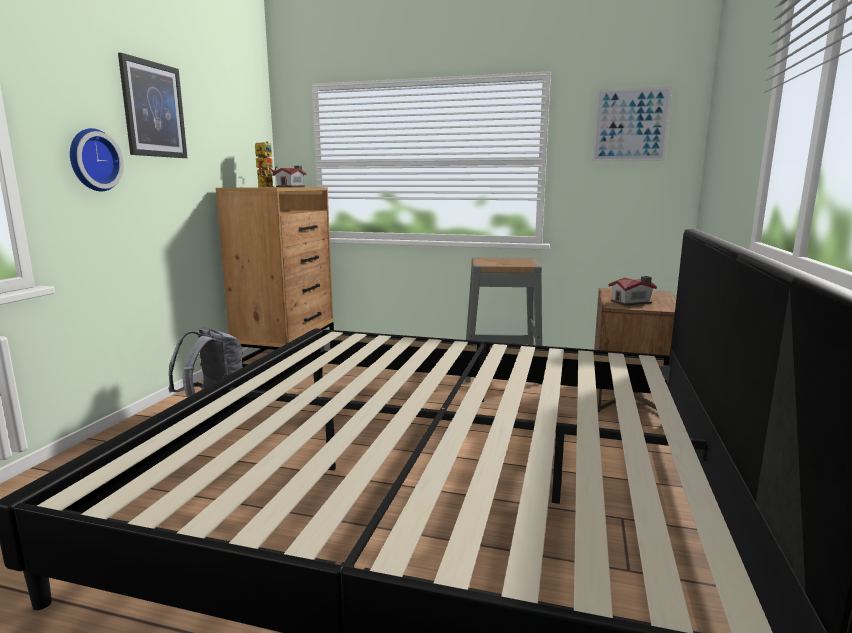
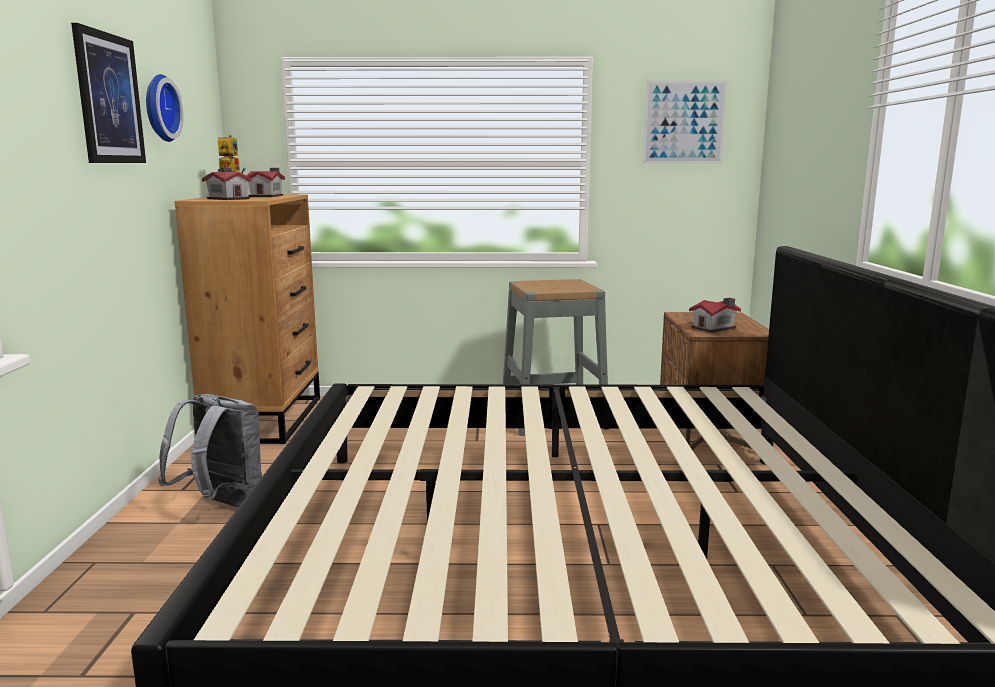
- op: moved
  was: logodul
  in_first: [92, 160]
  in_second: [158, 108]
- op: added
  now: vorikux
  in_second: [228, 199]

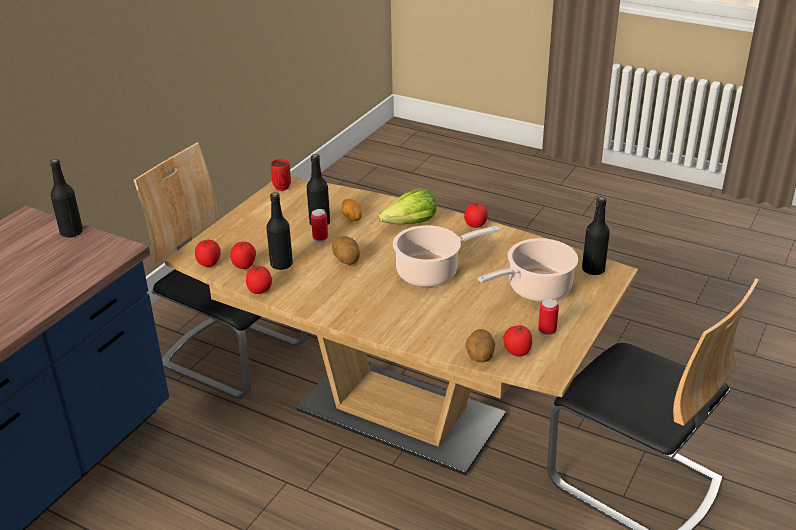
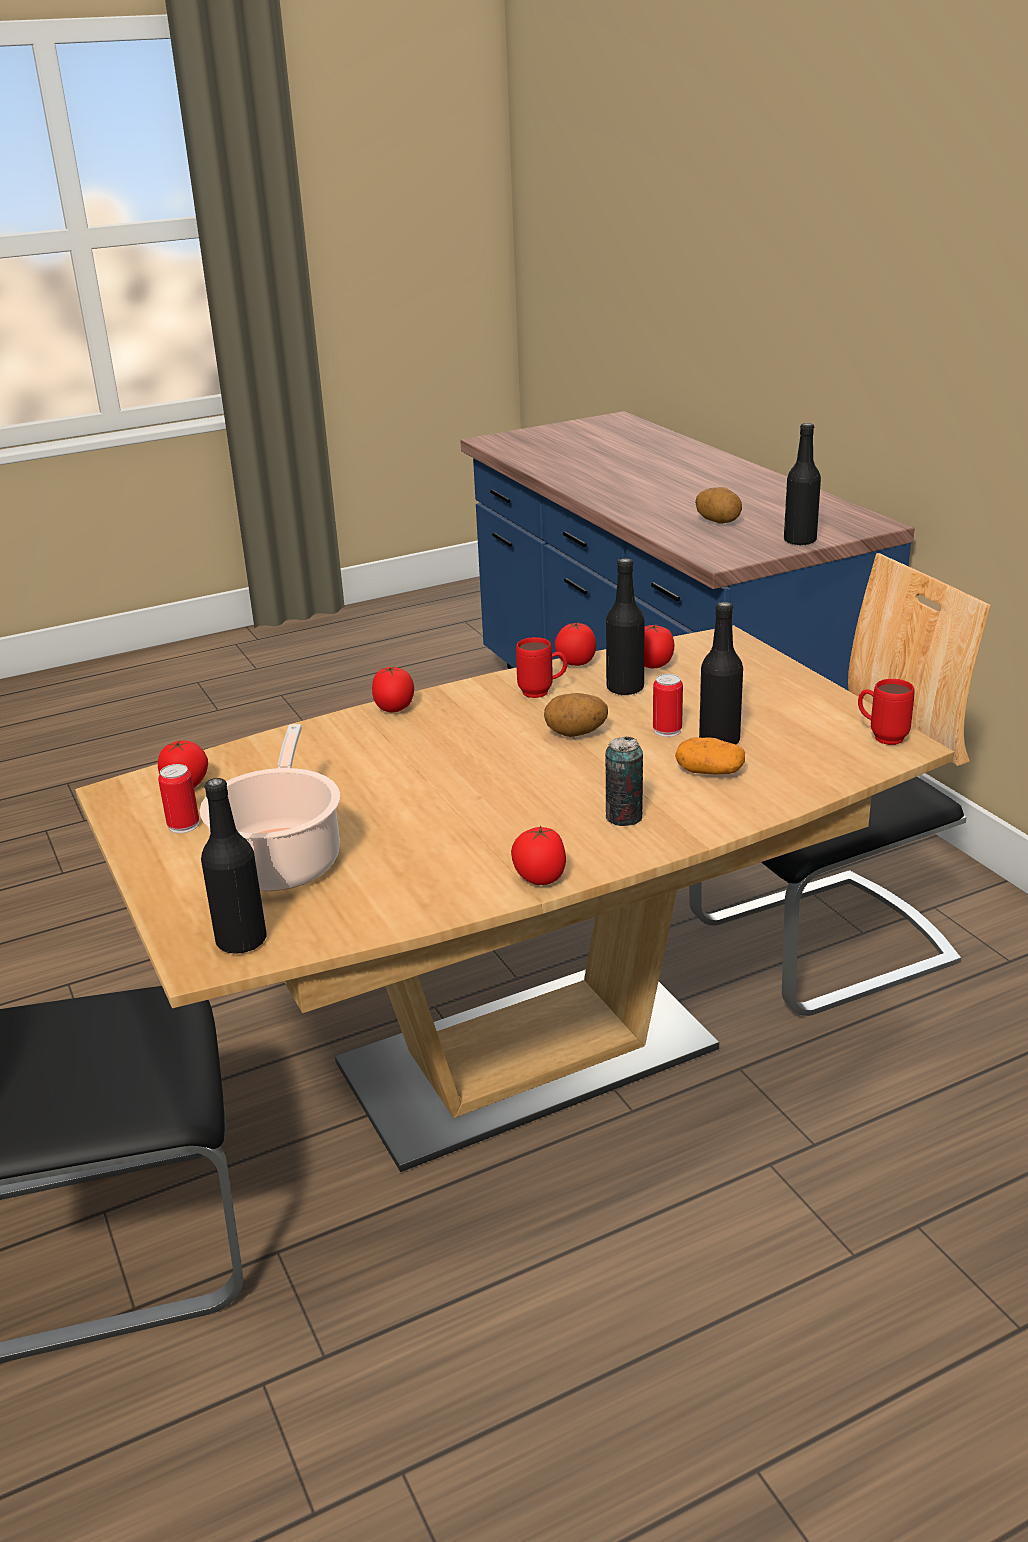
- op: moved
  was: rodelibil
  in_first: [209, 263]
  in_second: [394, 709]
- op: replaced
  was: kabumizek
  now: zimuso
  in_first: [411, 224]
  in_second: [624, 817]
- op: removed
  was: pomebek
  in_first: [431, 272]
- op: moved
  was: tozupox
  in_first: [479, 357]
  in_second: [718, 521]
- op: added
  now: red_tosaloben
  in_second: [542, 693]

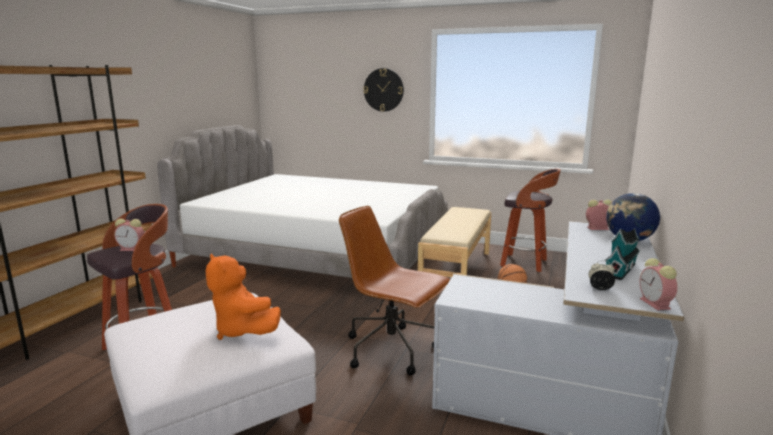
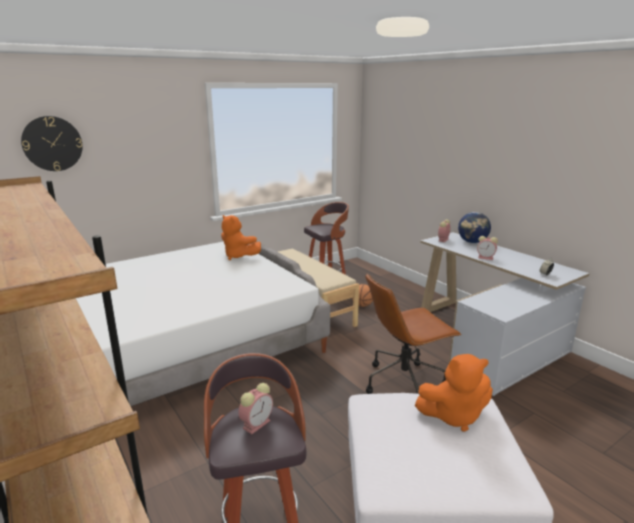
- op: moved
  was: logodul
  in_first: [383, 90]
  in_second: [52, 143]
- op: removed
  was: vorikux
  in_first: [621, 270]
- op: moved
  was: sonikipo
  in_first: [656, 304]
  in_second: [486, 258]
- op: added
  now: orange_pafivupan
  in_second: [238, 256]

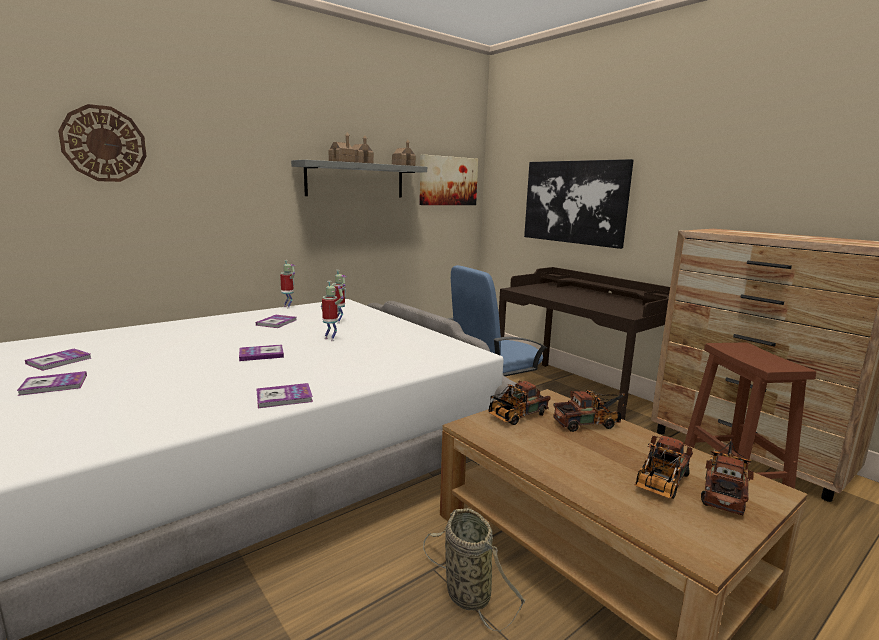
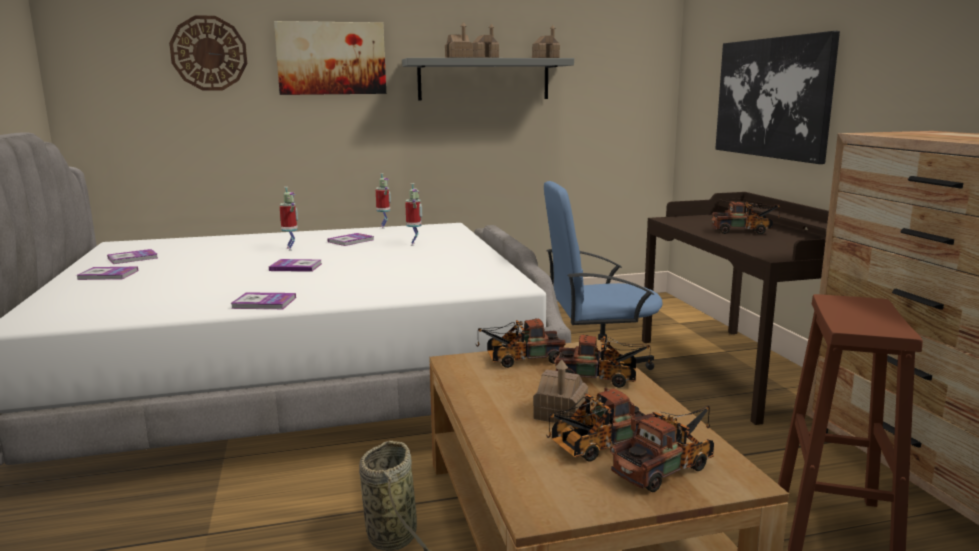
- op: moved
  was: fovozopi
  in_first: [331, 339]
  in_second: [291, 249]
- op: moved
  was: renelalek
  in_first: [448, 181]
  in_second: [331, 58]
- op: added
  now: vorikux
  in_second: [561, 414]
- op: added
  now: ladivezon
  in_second: [745, 231]

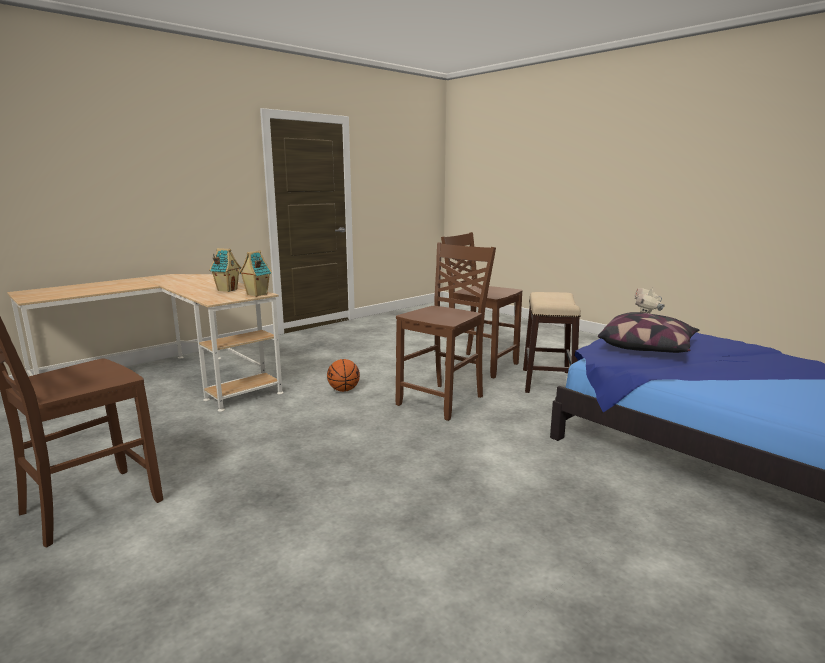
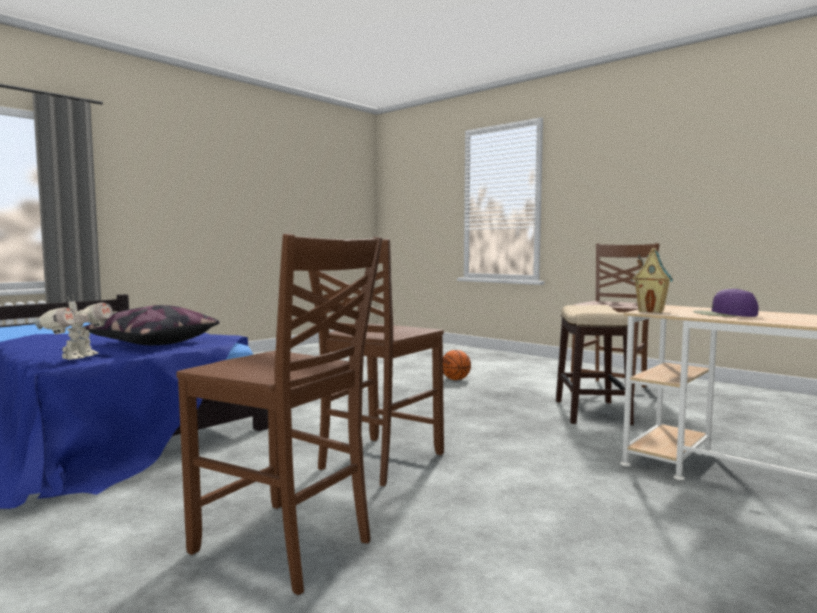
- op: replaced
  was: vorikux
  now: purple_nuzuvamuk
  in_first: [227, 290]
  in_second: [724, 314]
- op: moved
  was: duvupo
  in_first: [343, 390]
  in_second: [455, 379]
- op: moved
  was: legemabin
  in_first: [548, 382]
  in_second: [591, 412]

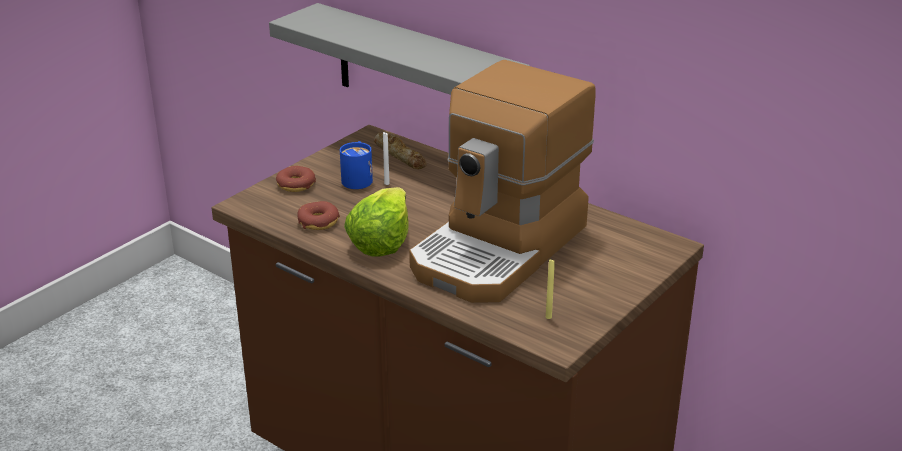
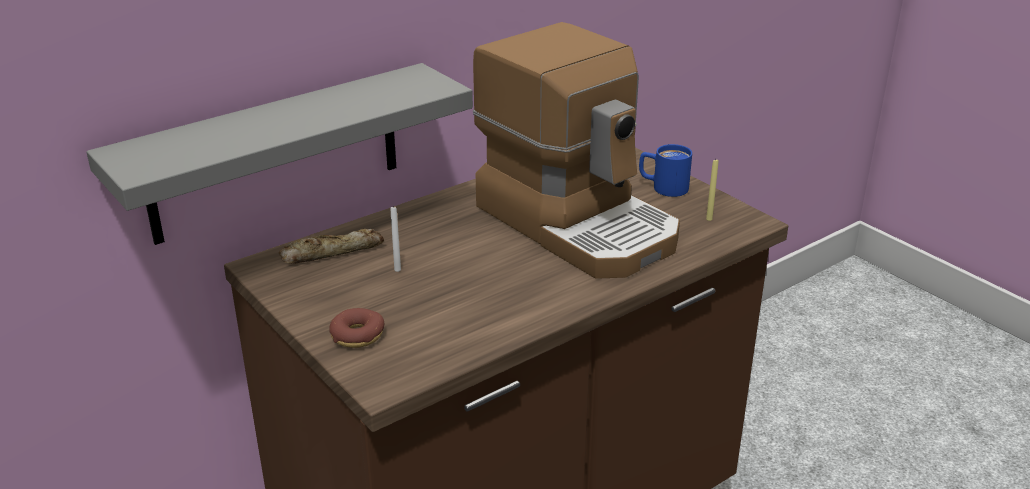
- op: removed
  was: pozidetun
  in_first: [318, 222]
- op: moved
  was: blue_tosaloben
  in_first: [358, 178]
  in_second: [663, 187]
- op: removed
  was: kabumizek
  in_first: [381, 241]

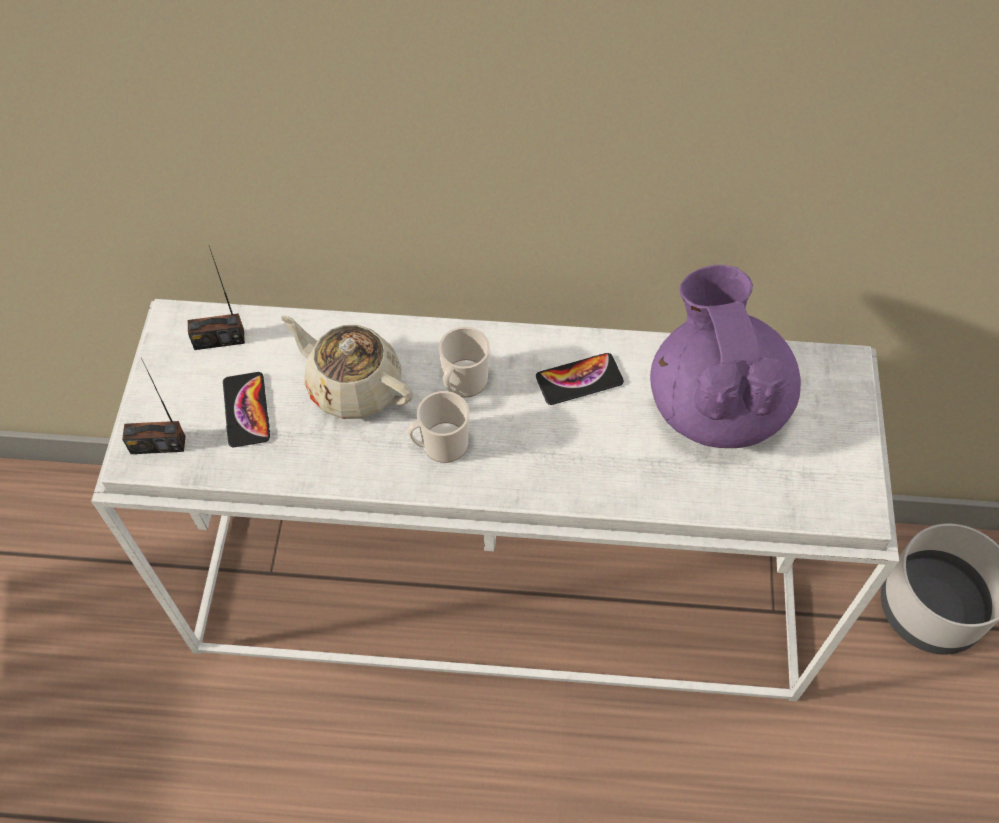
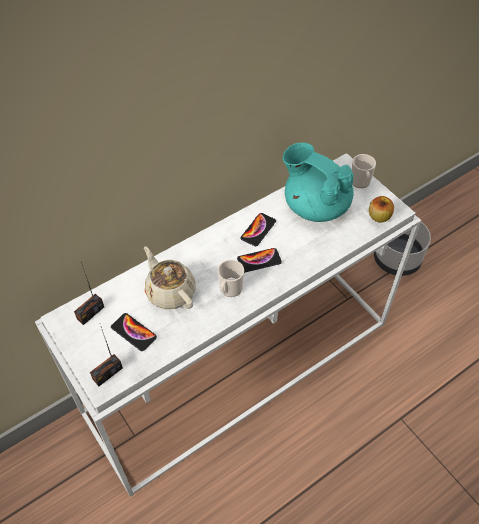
- op: turned
  was: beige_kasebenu
  in_first: [353, 385]
  in_second: [170, 291]
  clockwise: 60
- op: moved
  was: tosaloben
  in_first: [462, 383]
  in_second: [360, 182]
- op: recoloured
  was: purple_kasebenu
  now: turquoise_kasebenu
  in_first: [715, 403]
  in_second: [315, 206]
- op: added
  now: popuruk
  in_second: [259, 260]
- op: added
  now: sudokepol
  in_second: [379, 216]

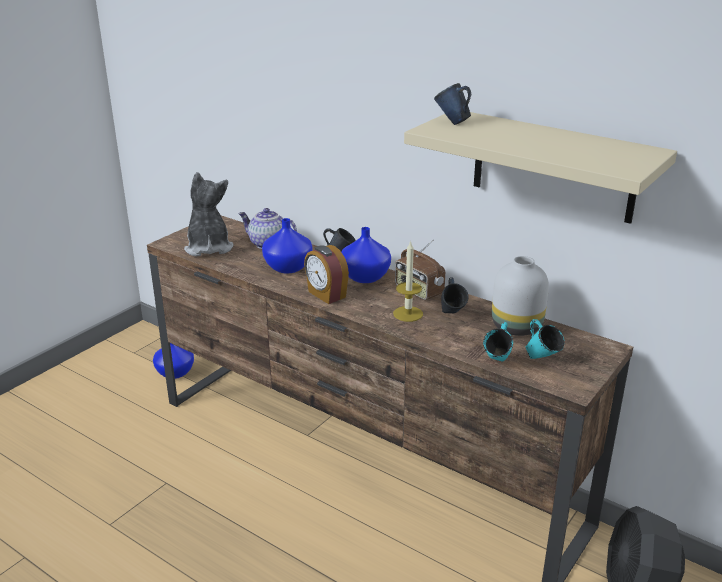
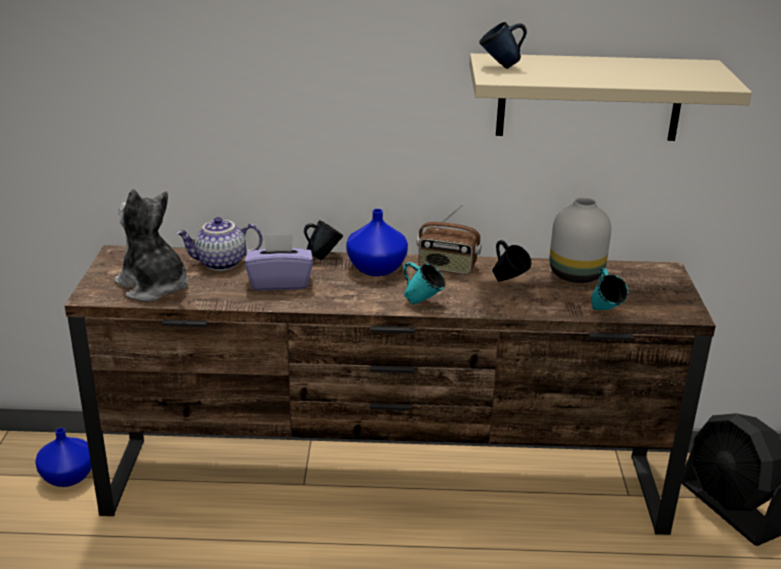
- op: replaced
  was: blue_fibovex
  now: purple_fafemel
  in_first: [287, 267]
  in_second: [280, 283]
- op: removed
  was: sonikipo
  in_first: [326, 295]
- op: removed
  was: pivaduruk
  in_first: [408, 314]
- op: moved
  was: turquoise_tosaloben
  in_first: [541, 360]
  in_second: [422, 303]

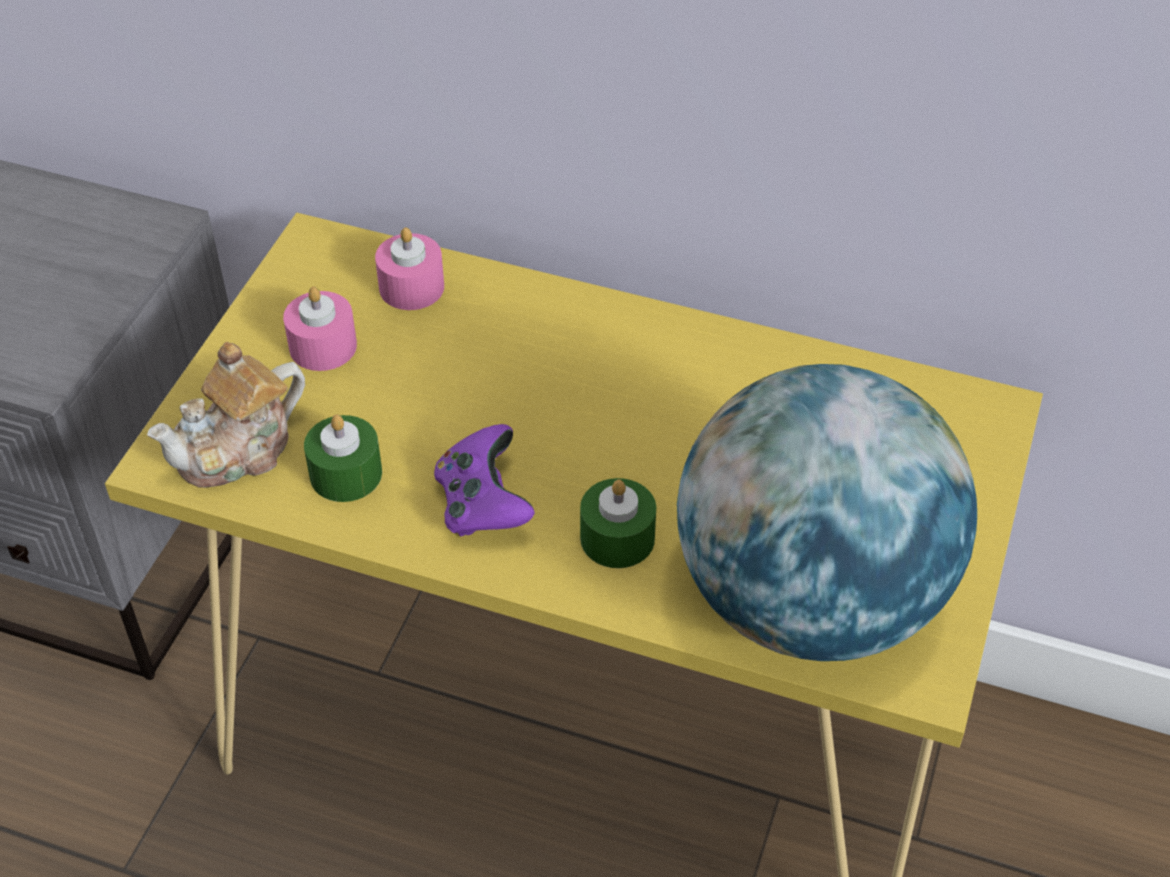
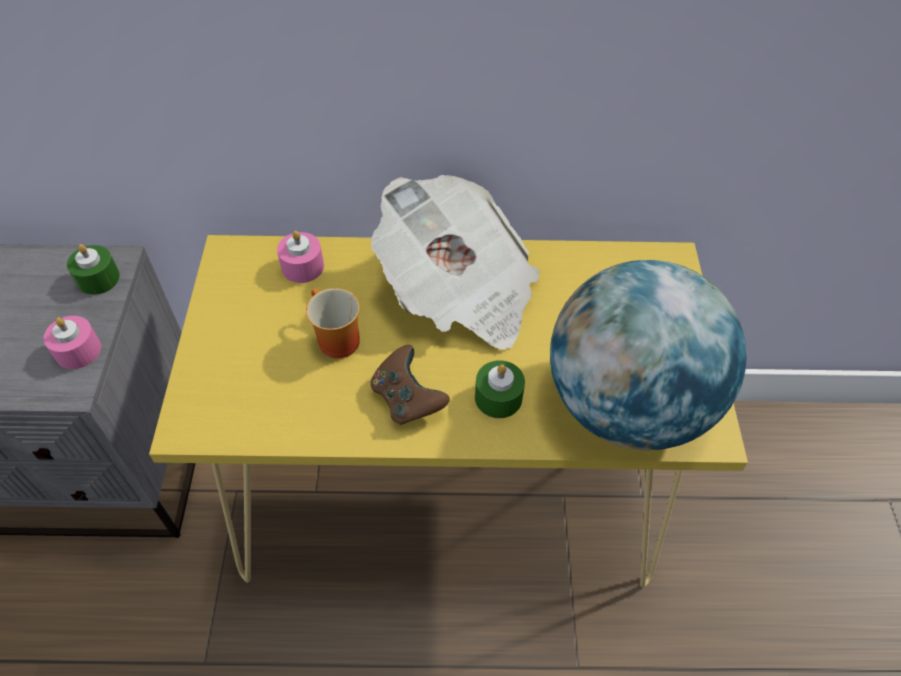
- op: removed
  was: kasebenu
  in_first: [239, 451]
- op: moved
  was: pink_pivaduruk
  in_first: [323, 346]
  in_second: [78, 350]
- op: moved
  was: green_pivaduruk
  in_first: [346, 474]
  in_second: [98, 278]
- op: recoloured
  was: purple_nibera
  now: brown_nibera
  in_first: [483, 504]
  in_second: [407, 398]
- op: added
  now: tosaloben
  in_second: [333, 340]
- op: added
  now: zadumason
  in_second: [459, 291]

